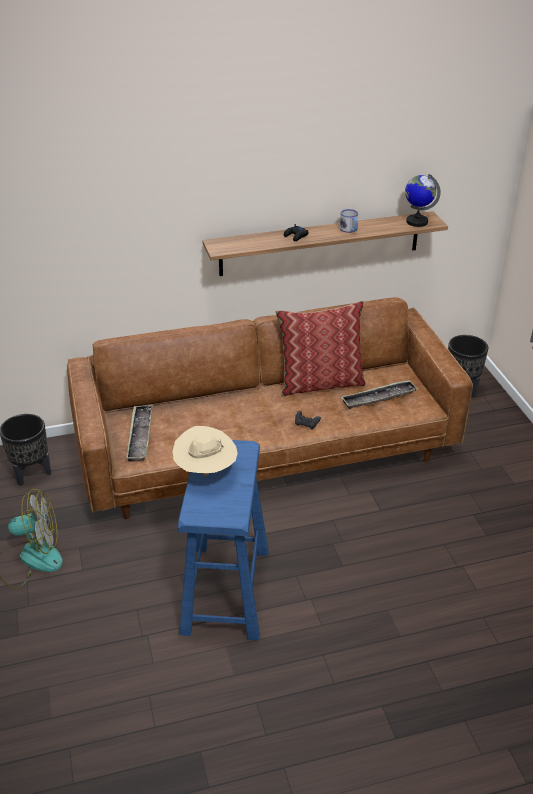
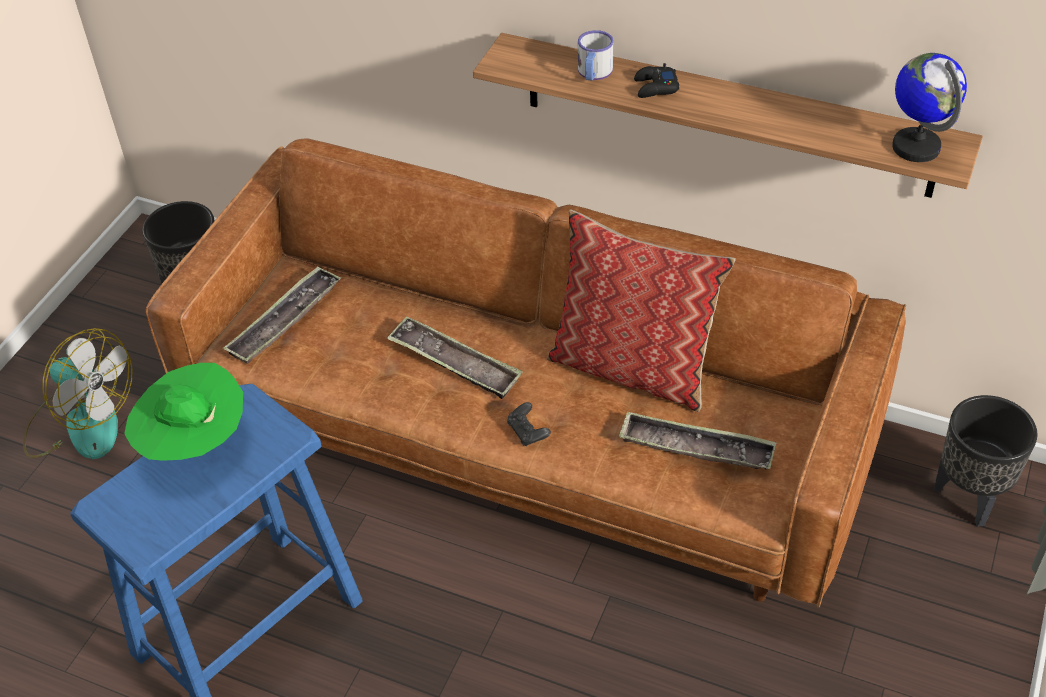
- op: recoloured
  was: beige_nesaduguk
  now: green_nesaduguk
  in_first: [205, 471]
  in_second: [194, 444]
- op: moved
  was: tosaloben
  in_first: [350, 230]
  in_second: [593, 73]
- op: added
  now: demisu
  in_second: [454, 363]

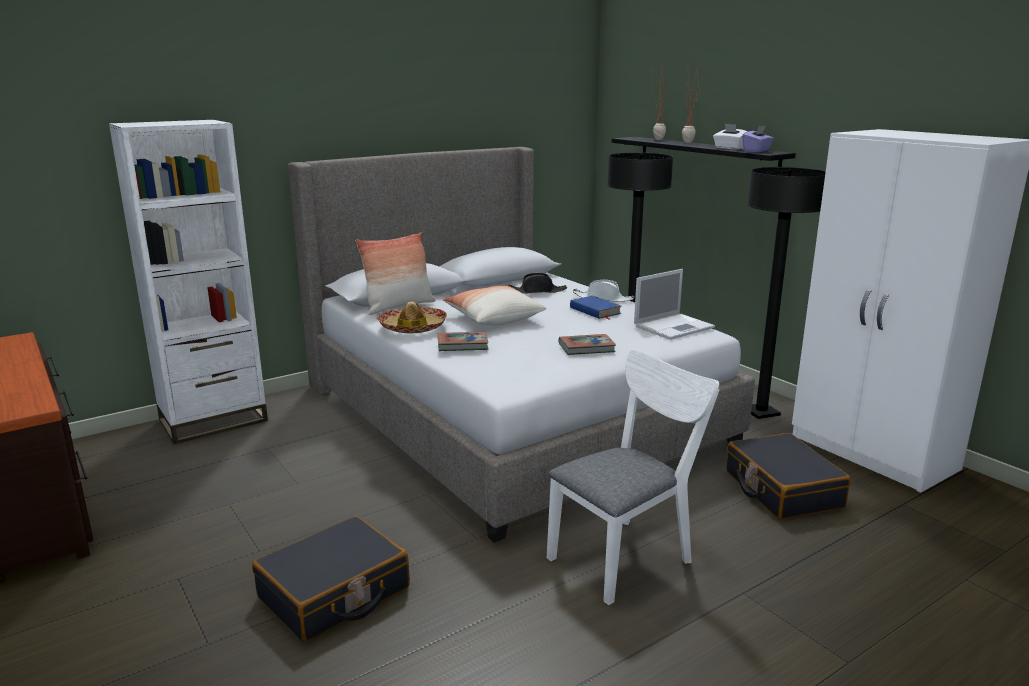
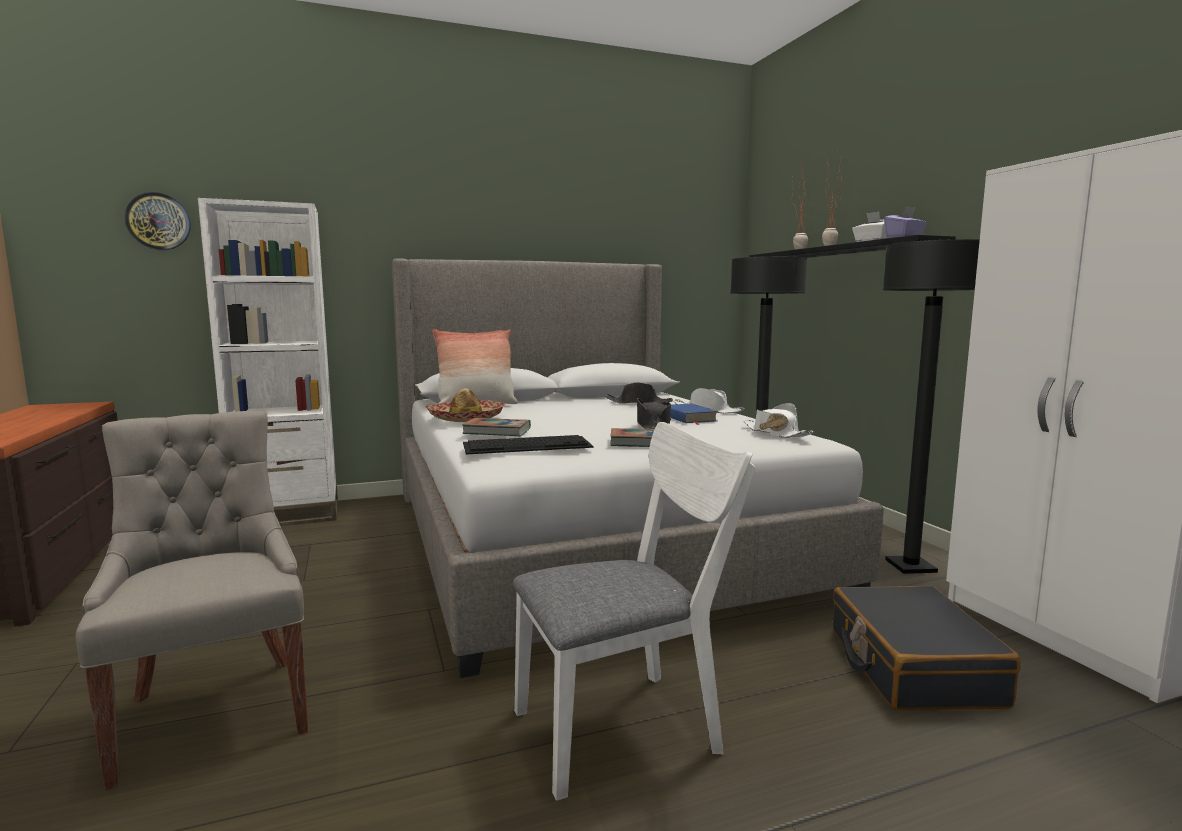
- op: replaced
  was: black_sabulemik
  now: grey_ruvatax
  in_first: [334, 593]
  in_second: [214, 712]
- op: removed
  was: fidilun
  in_first: [493, 319]
- op: replaced
  was: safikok
  now: white_nesaduguk
  in_first: [674, 326]
  in_second: [775, 433]
- op: added
  now: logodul
  in_second: [158, 221]
- op: added
  now: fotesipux
  in_second: [528, 445]
- op: added
  now: black_nesaduguk
  in_second: [653, 425]

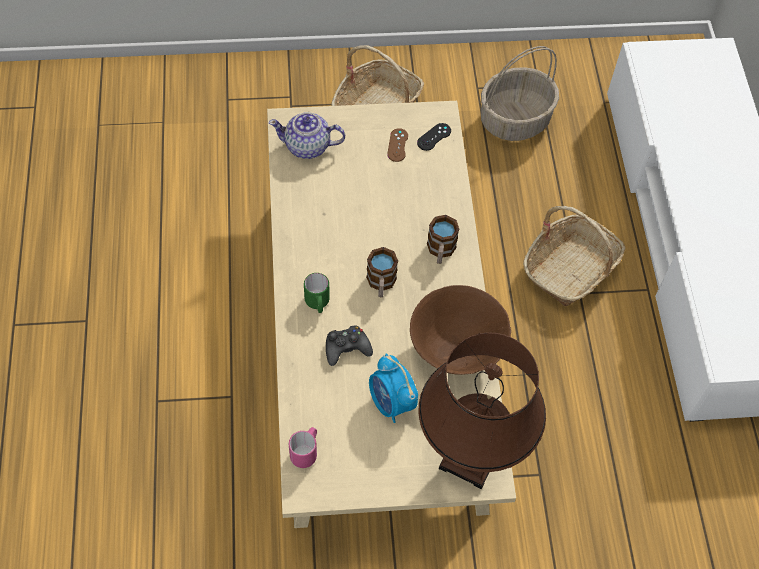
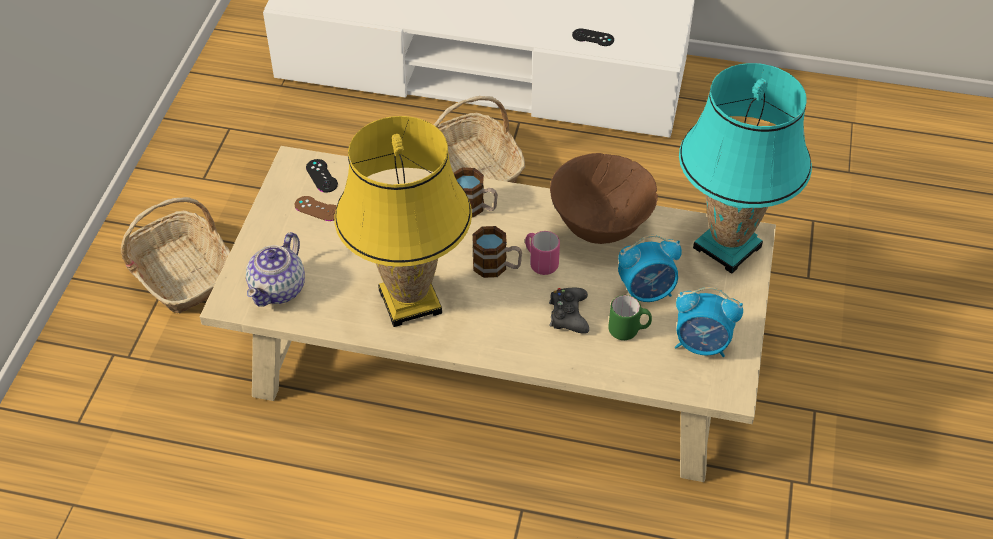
- op: moved
  was: pink_tosaloben
  in_first: [306, 452]
  in_second: [540, 262]
- op: moved
  was: green_tosaloben
  in_first: [317, 303]
  in_second: [629, 330]
- op: recoloured
  was: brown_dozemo
  now: turquoise_dozemo
  in_first: [470, 459]
  in_second: [727, 247]
- op: removed
  was: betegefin
  in_first: [515, 119]
- op: added
  now: yellow_dozemo
  in_second: [410, 302]
- op: added
  now: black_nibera
  in_second: [593, 37]
- op: added
  now: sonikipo
  in_second: [702, 345]

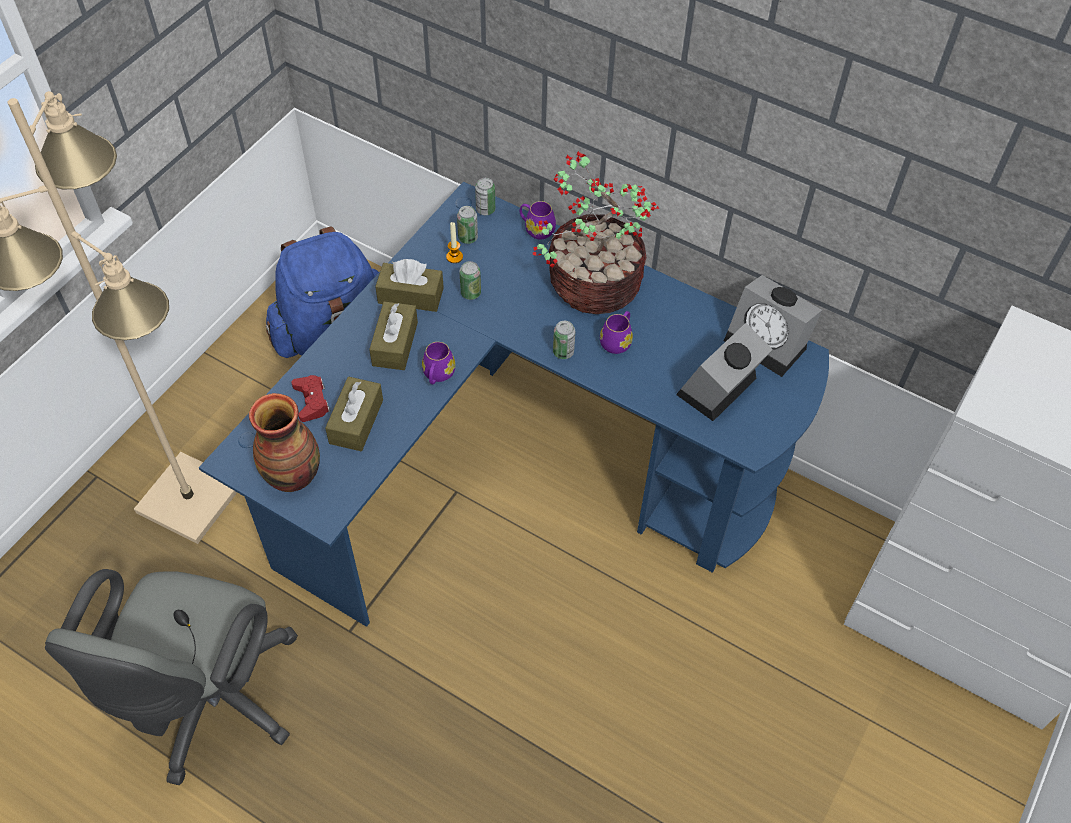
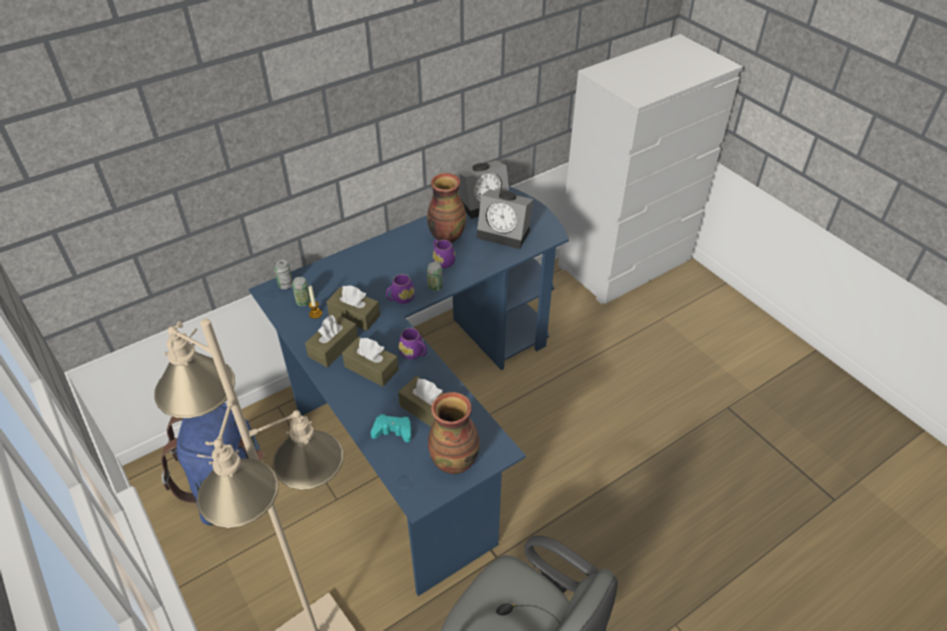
- op: recoloured
  was: red_nibera
  now: turquoise_nibera
  in_first: [311, 401]
  in_second: [393, 431]
- op: replaced
  was: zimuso
  now: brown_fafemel
  in_first: [470, 293]
  in_second: [354, 315]
- op: moved
  was: purple_tosaloben
  in_first: [536, 229]
  in_second: [400, 299]
- op: removed
  was: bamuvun
  in_first: [591, 283]
- op: turned
  was: sonikipo
  in_first: [718, 390]
  in_second: [505, 233]
  clockwise: -45
- op: added
  now: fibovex
  in_second: [446, 236]

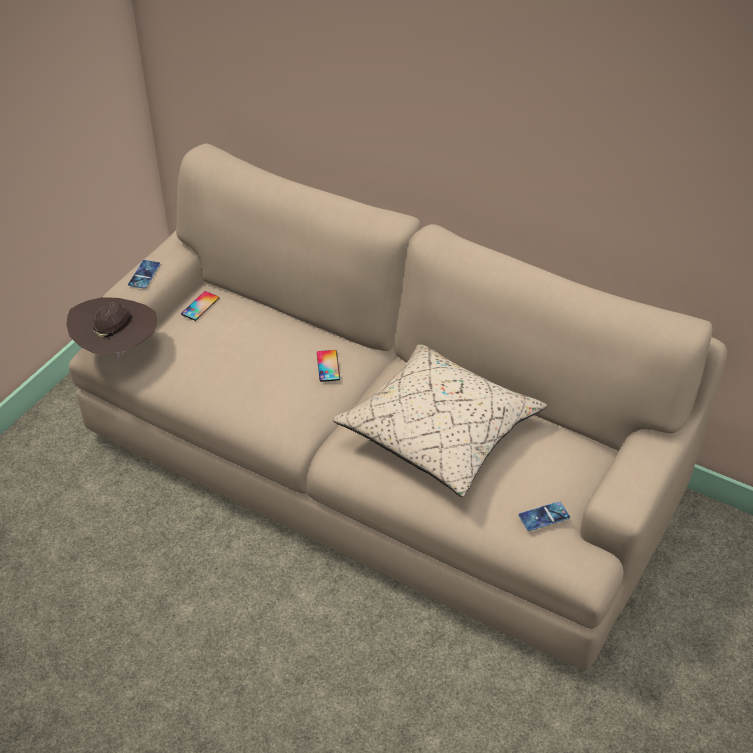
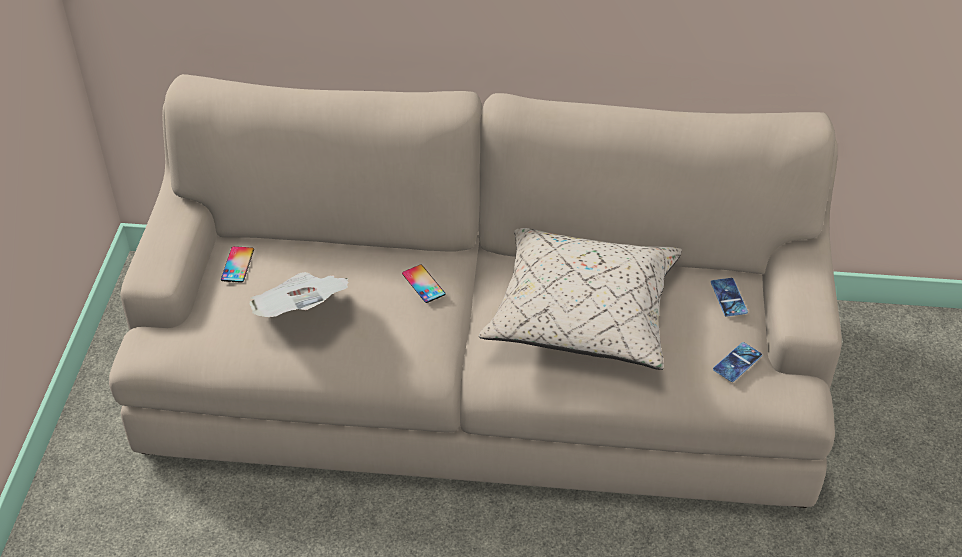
- op: removed
  was: brown_nesaduguk
  in_first: [118, 349]
- op: moved
  was: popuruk
  in_first: [144, 274]
  in_second: [728, 297]
- op: added
  now: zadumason
  in_second: [301, 312]

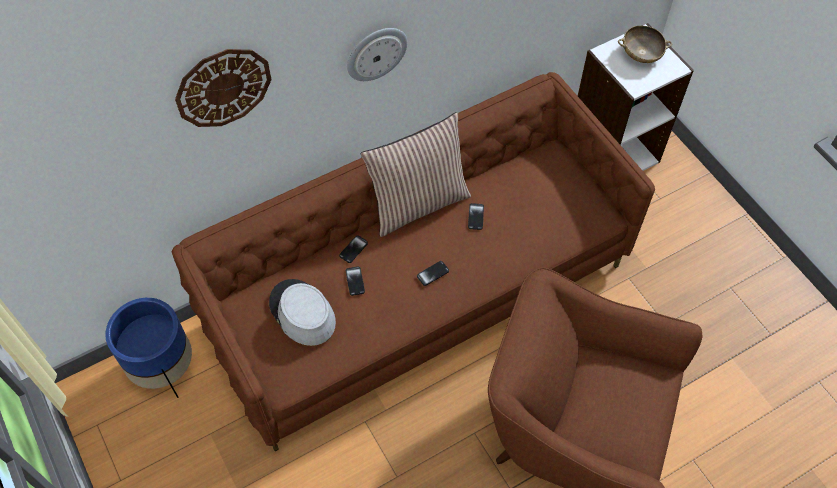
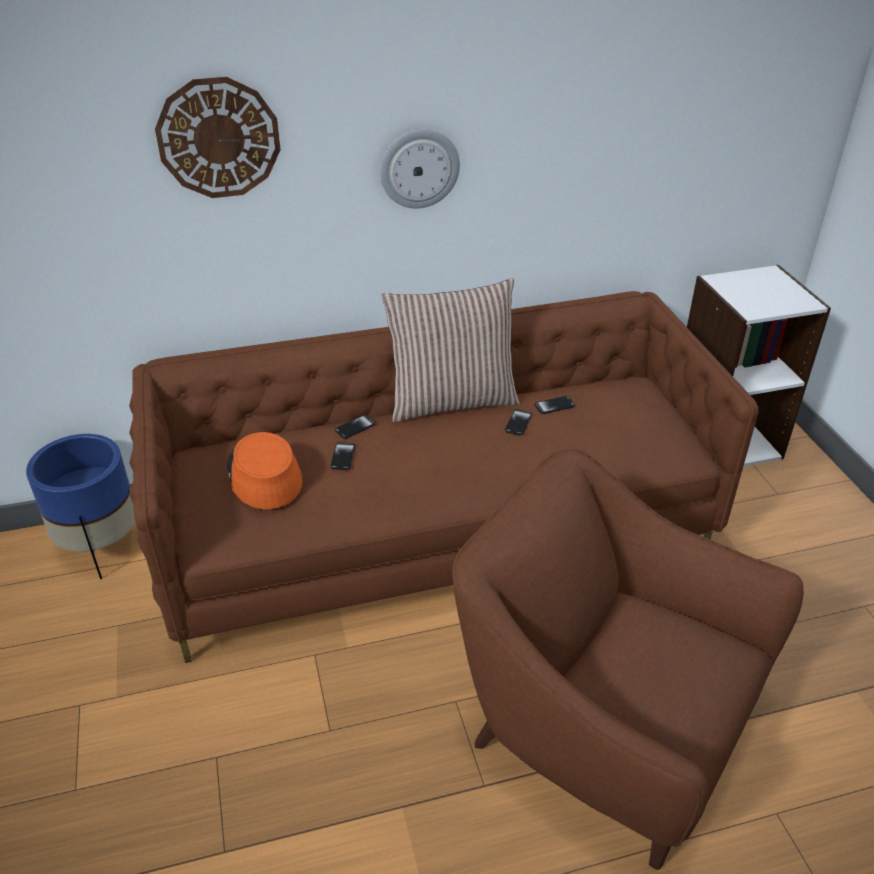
- op: recoloured
  was: grey_nesaduguk
  now: orange_nesaduguk
  in_first: [302, 313]
  in_second: [263, 475]
- op: moved
  was: popuruk
  in_first: [433, 273]
  in_second: [554, 406]
- op: removed
  was: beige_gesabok
  in_first: [641, 54]

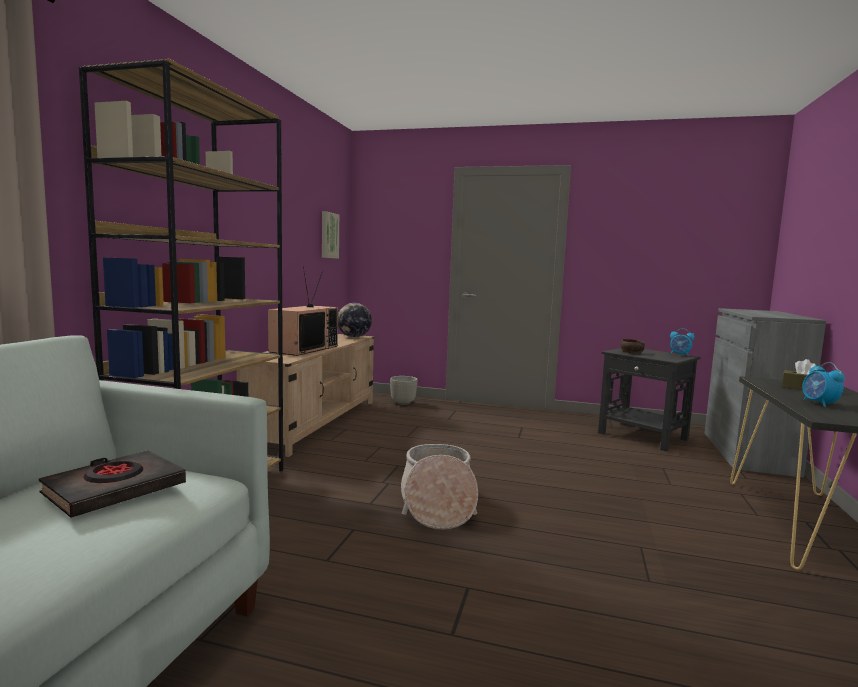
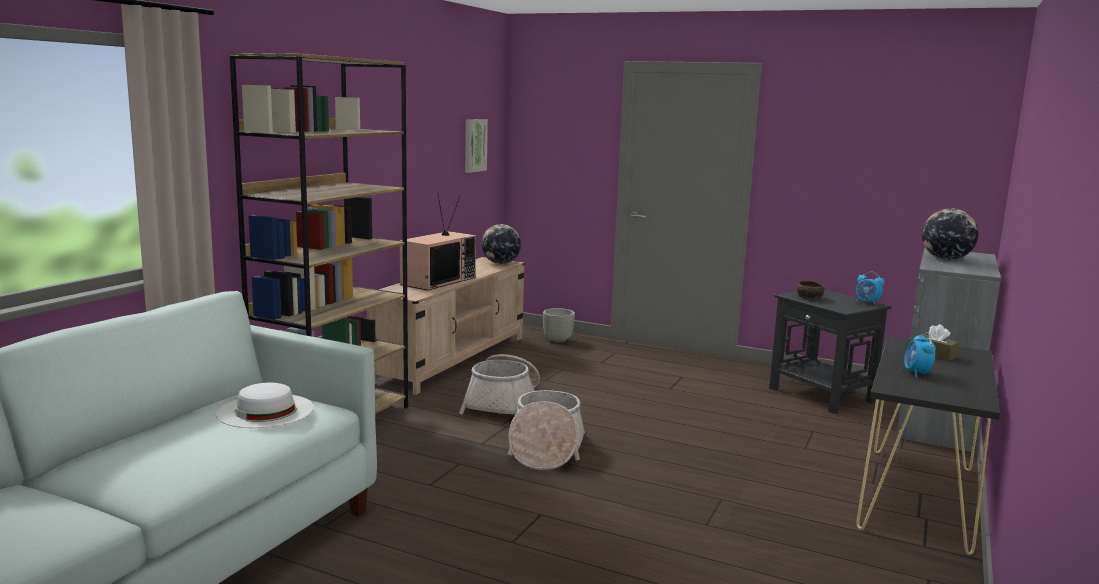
- op: replaced
  was: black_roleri
  now: white_nesaduguk
  in_first: [114, 490]
  in_second: [265, 410]
- op: added
  now: betegefin
  in_second: [503, 403]
- op: added
  now: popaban
  in_second: [946, 259]

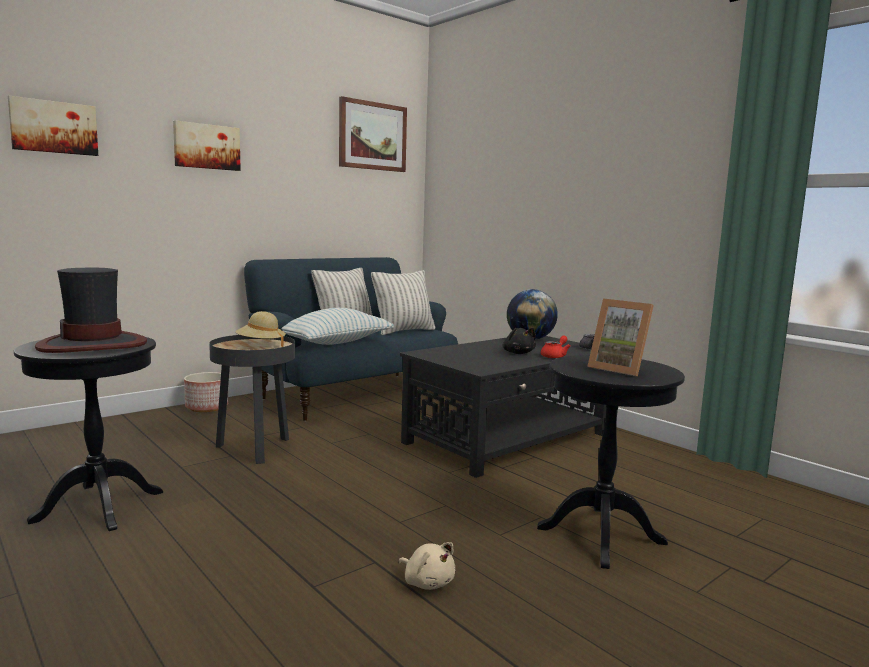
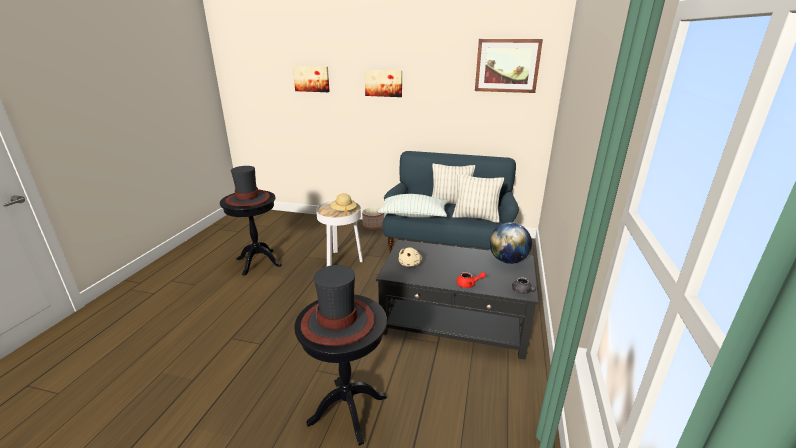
- op: recoloured
  was: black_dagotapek
  now: white_dagotapek
  in_first: [254, 449]
  in_second: [342, 260]
- op: moved
  was: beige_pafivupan
  in_first: [427, 582]
  in_second: [410, 264]
- op: removed
  was: black_pafivupan
  in_first: [518, 353]
- op: replaced
  was: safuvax
  now: nesaduguk
  in_first: [619, 369]
  in_second: [338, 322]

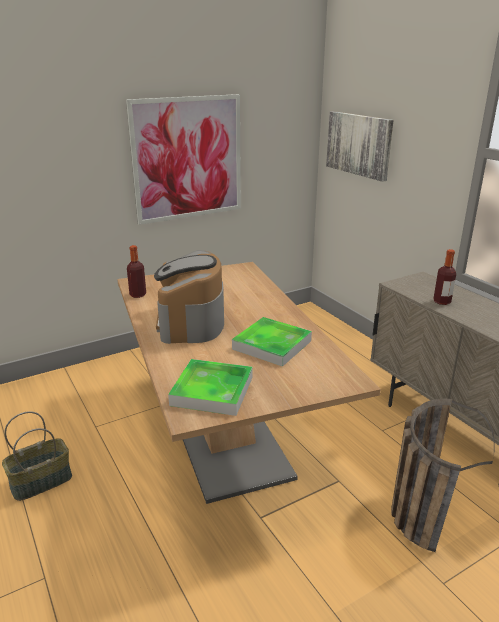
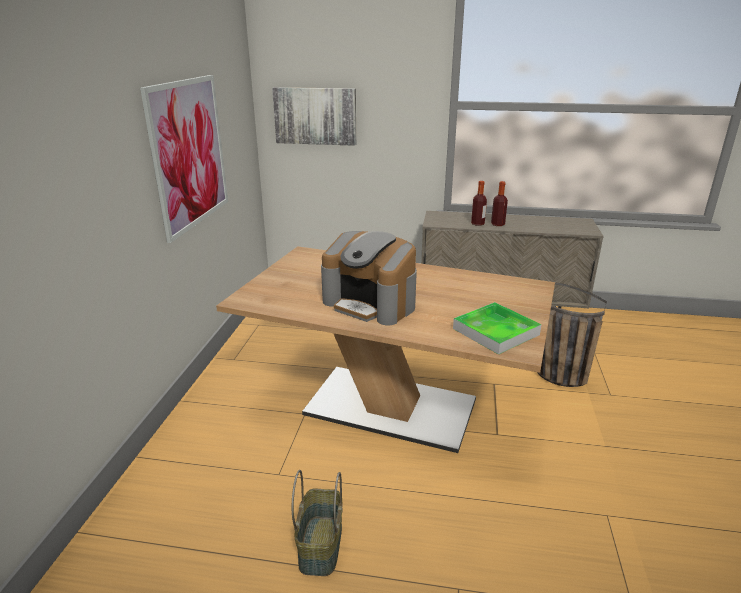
- op: moved
  was: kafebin
  in_first: [138, 295]
  in_second: [497, 224]
- op: removed
  was: demisu
  in_first: [272, 345]

